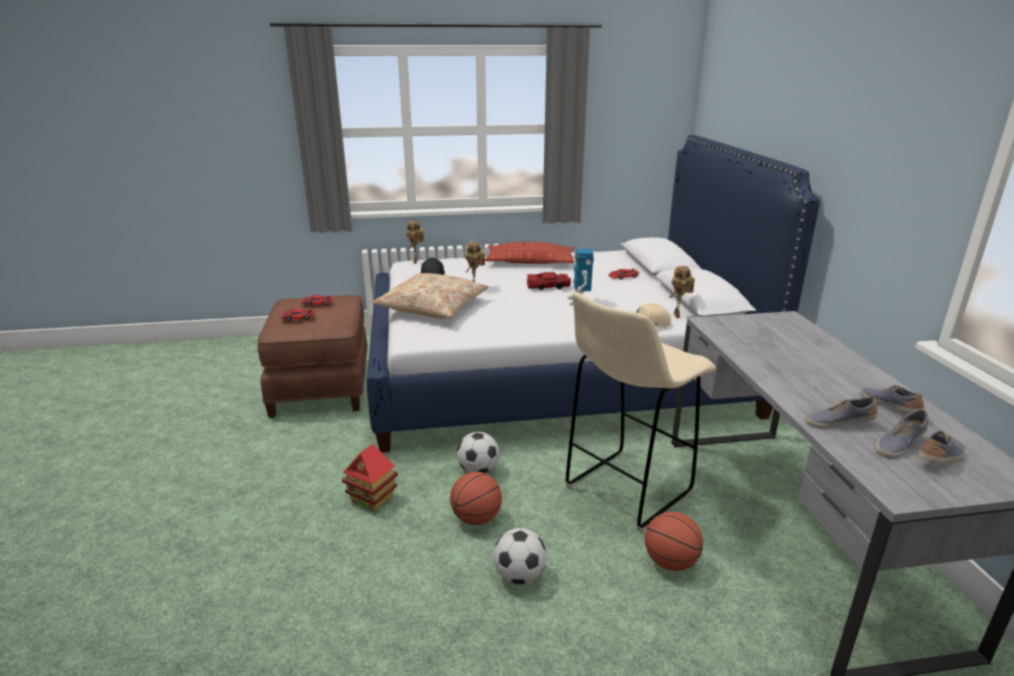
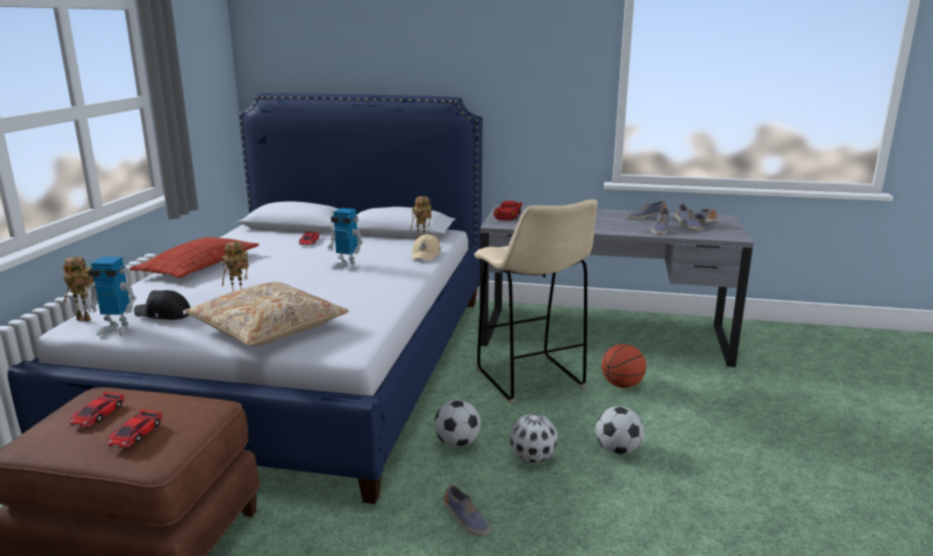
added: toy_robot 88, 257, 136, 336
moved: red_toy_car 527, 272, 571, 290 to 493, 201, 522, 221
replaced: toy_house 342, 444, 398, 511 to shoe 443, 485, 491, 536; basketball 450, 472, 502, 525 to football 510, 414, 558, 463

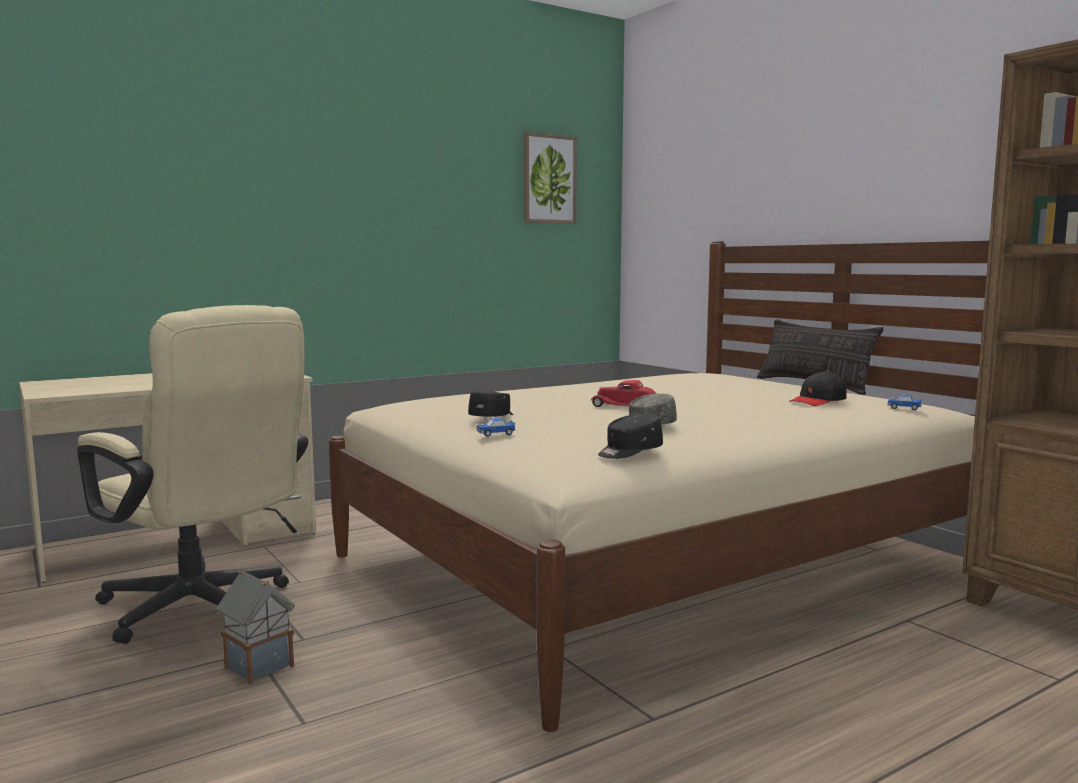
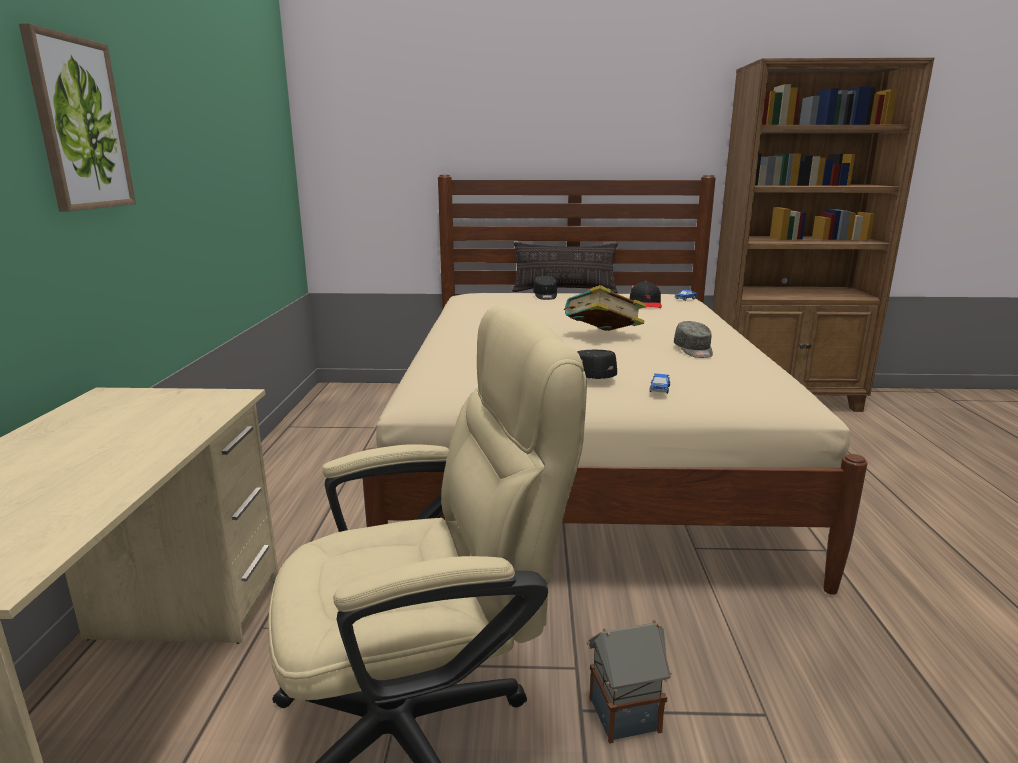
moved: picture 524, 132, 577, 224 to 19, 23, 136, 211; black_cap 598, 414, 663, 459 to 533, 276, 557, 300
replaced: red_toy_car 591, 380, 657, 407 to book 564, 285, 646, 331

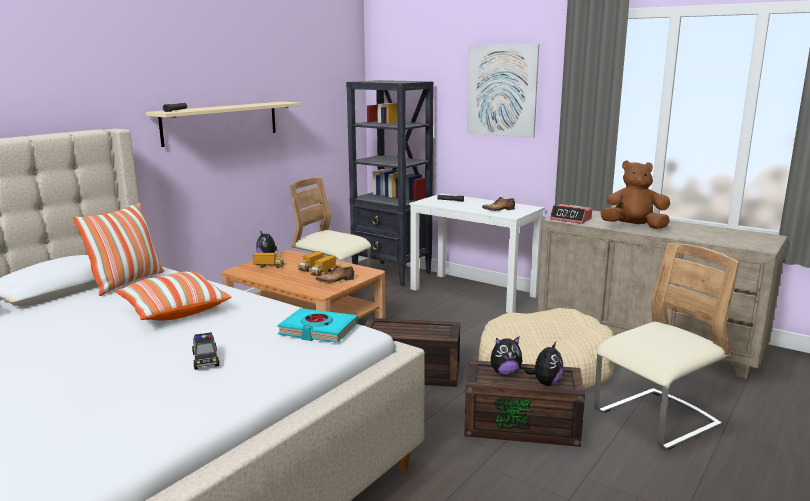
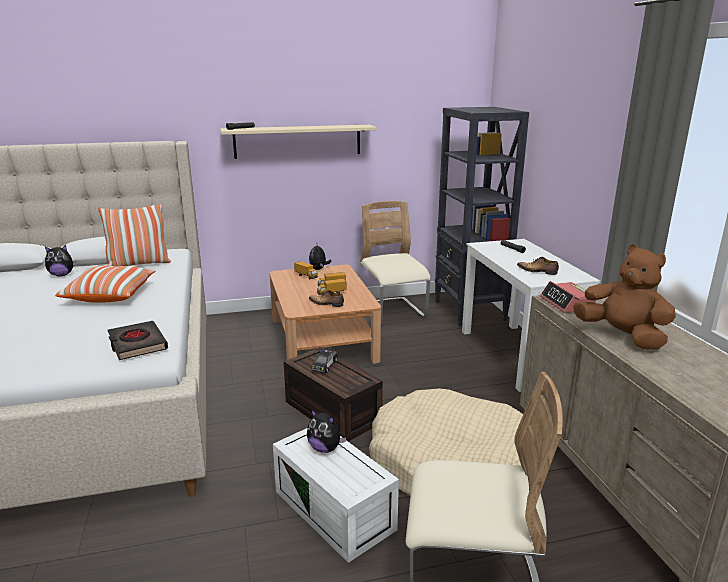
removed: picture 467, 44, 539, 138
moved: toy_car 192, 333, 219, 370 to 311, 348, 338, 374; plush_toy 524, 342, 564, 386 to 45, 245, 77, 276
recoloured: turquoise_book 277, 308, 358, 343 to black_book 107, 321, 168, 360; brown_storage_box 464, 360, 585, 447 to white_storage_box 273, 428, 399, 563

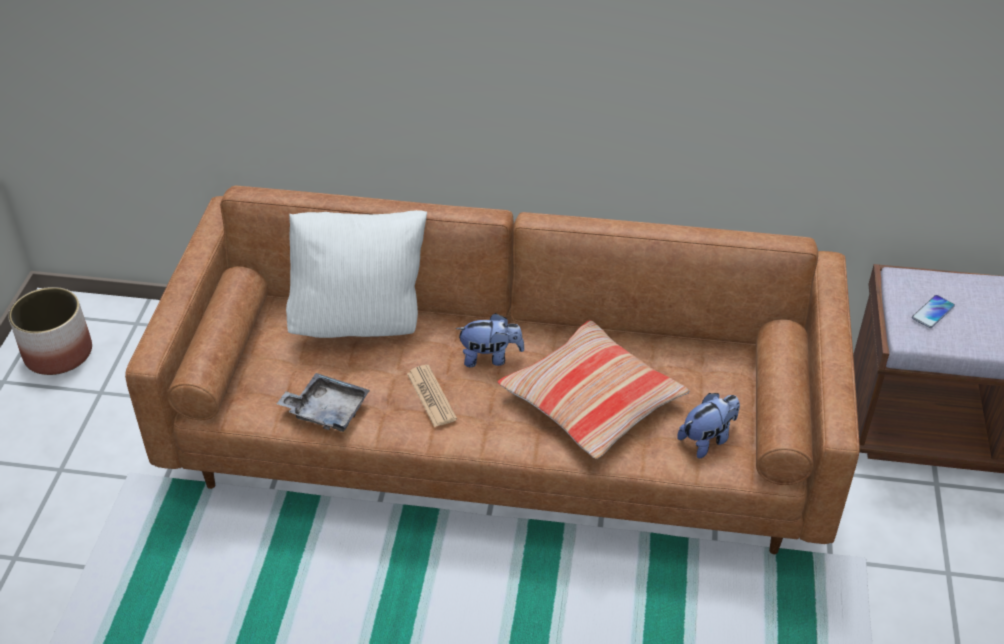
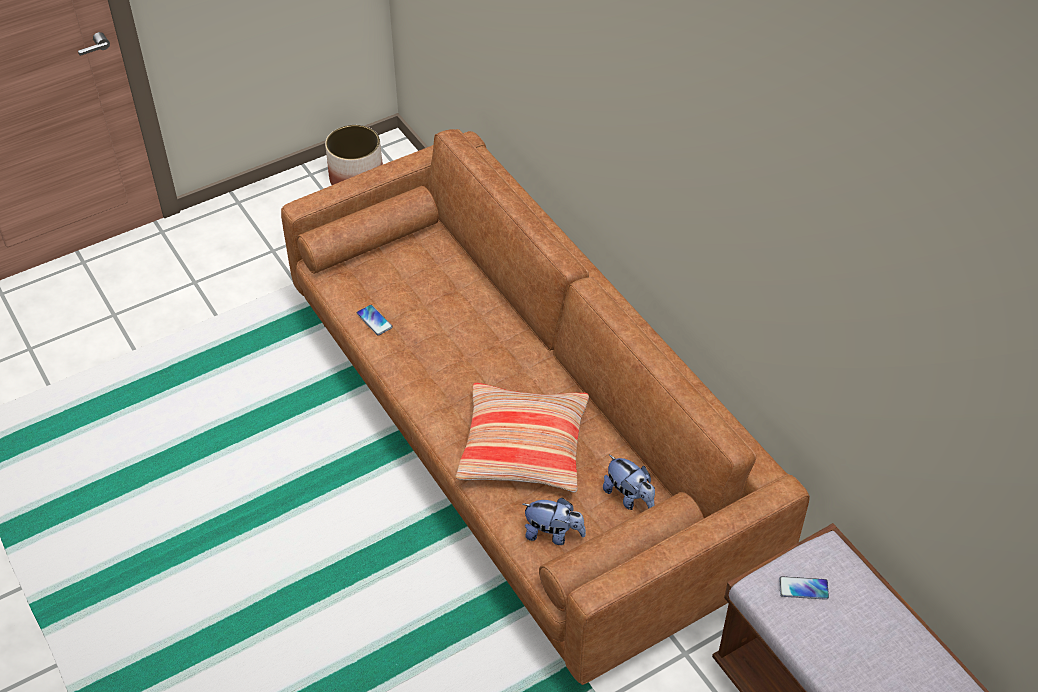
removed: white_pillow 286, 210, 427, 338; newspaper 407, 365, 457, 427
moved: plush_toy 456, 313, 525, 367 to 603, 455, 655, 510
replaced: grey_tray 277, 373, 370, 432 to phone 357, 305, 393, 335

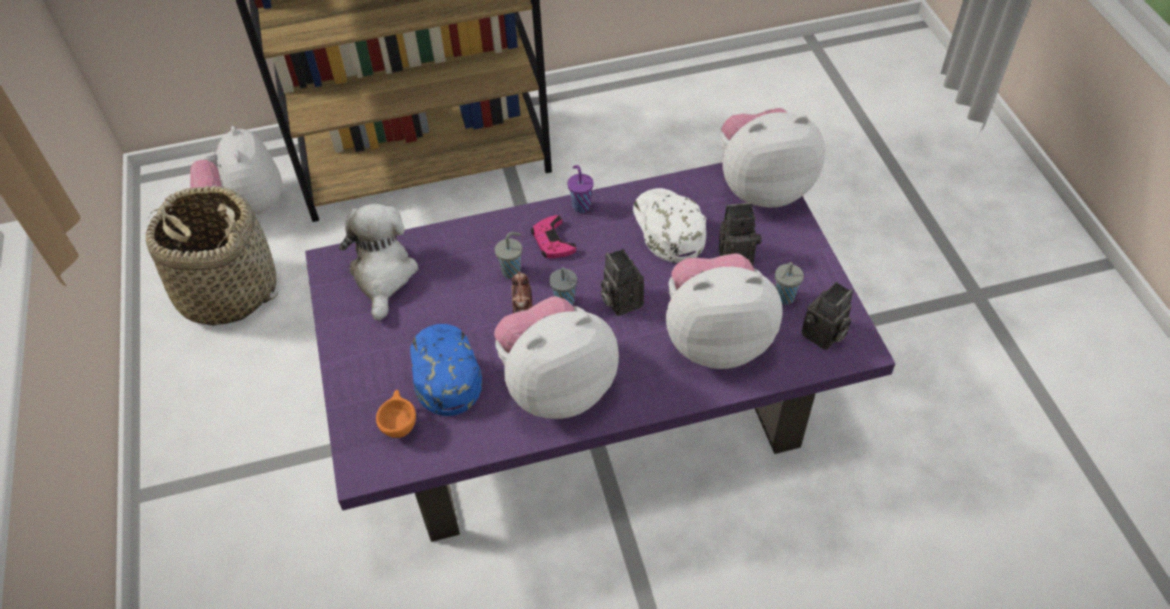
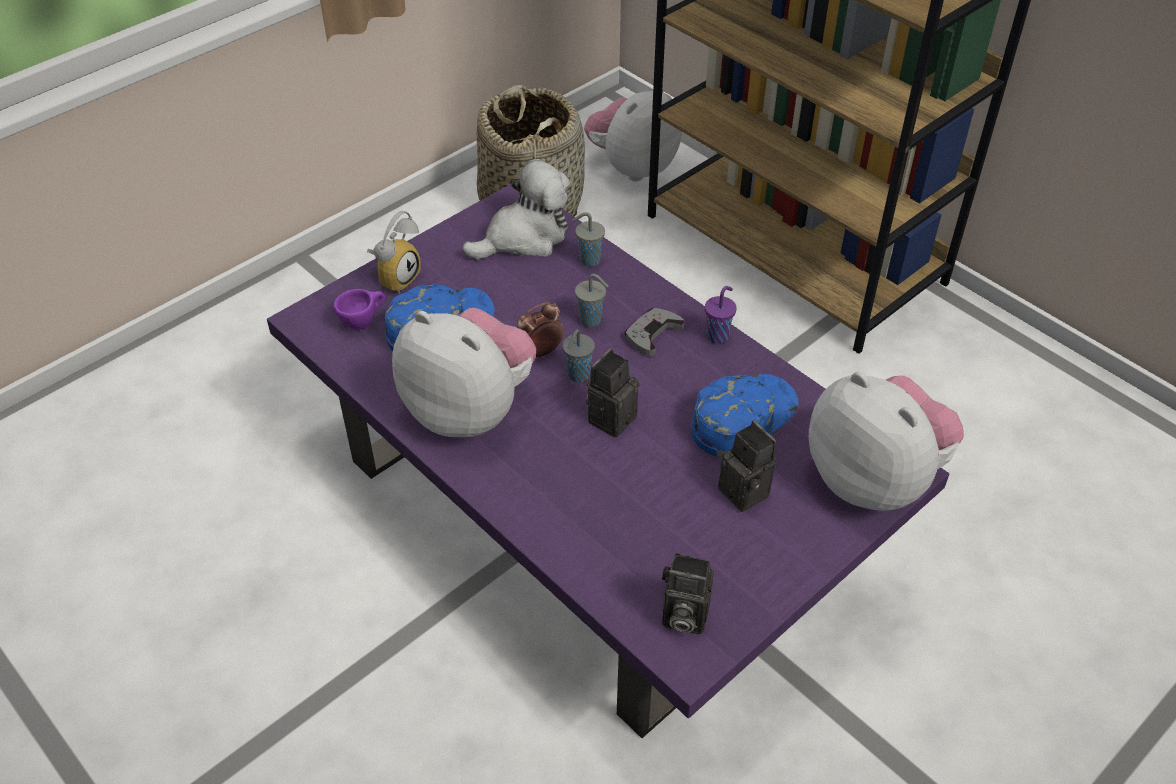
removed: plush_toy 666, 253, 783, 369
added: alarm_clock 367, 211, 421, 294
moved: grey_cup 775, 262, 804, 305 to 572, 212, 605, 266
recoloured: white_cap 633, 188, 706, 263 to blue_cap 691, 374, 798, 458; pink_game_controller 531, 215, 576, 258 to grey_game_controller 625, 308, 684, 356; orange_cup 376, 390, 416, 438 to purple_cup 334, 289, 385, 330

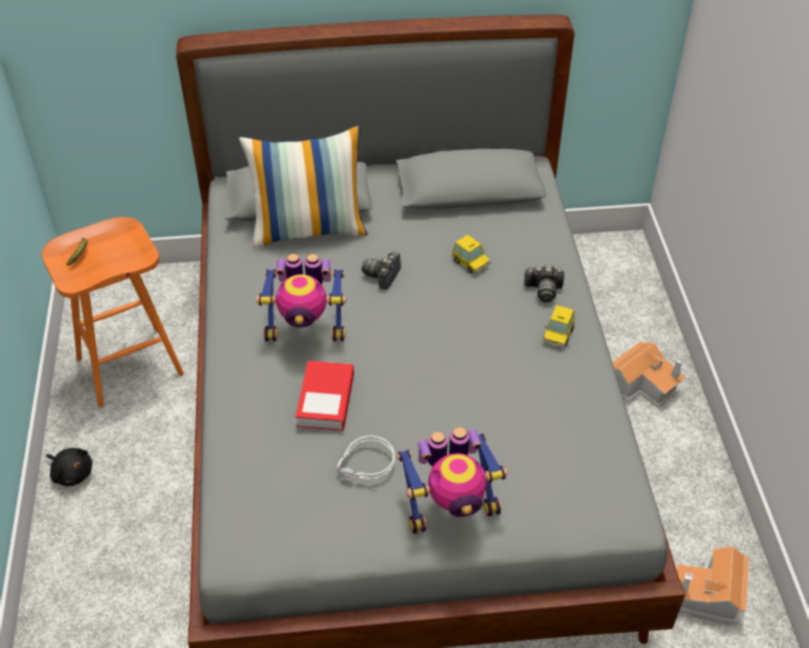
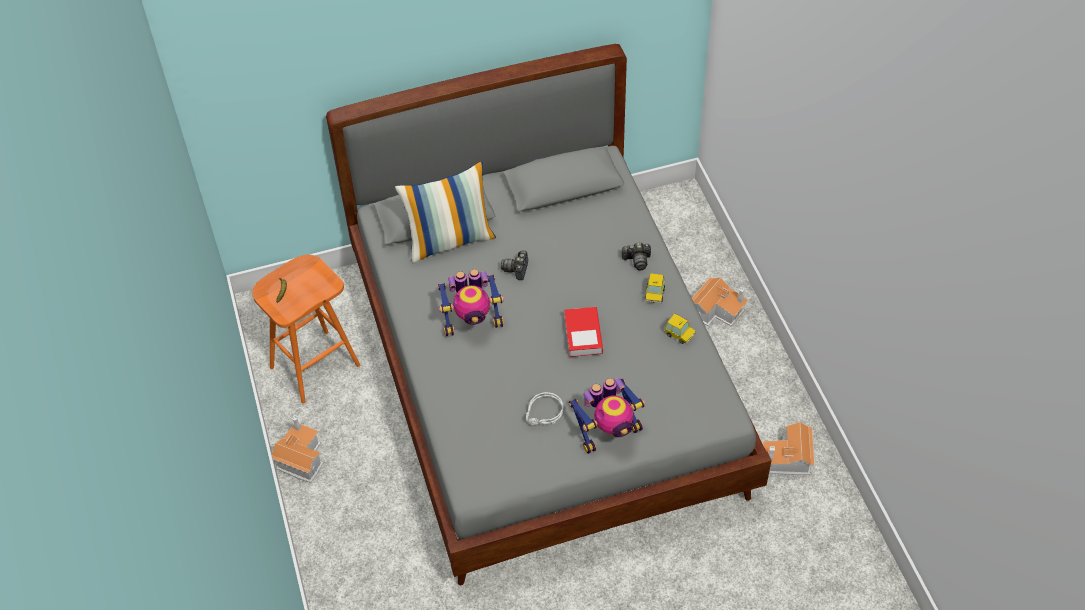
moved: toy_car 451, 235, 490, 273 to 664, 314, 696, 344; book 296, 361, 354, 431 to 564, 307, 603, 357
replaced: black_plush_toy 46, 448, 92, 486 to toy_house 272, 416, 323, 483

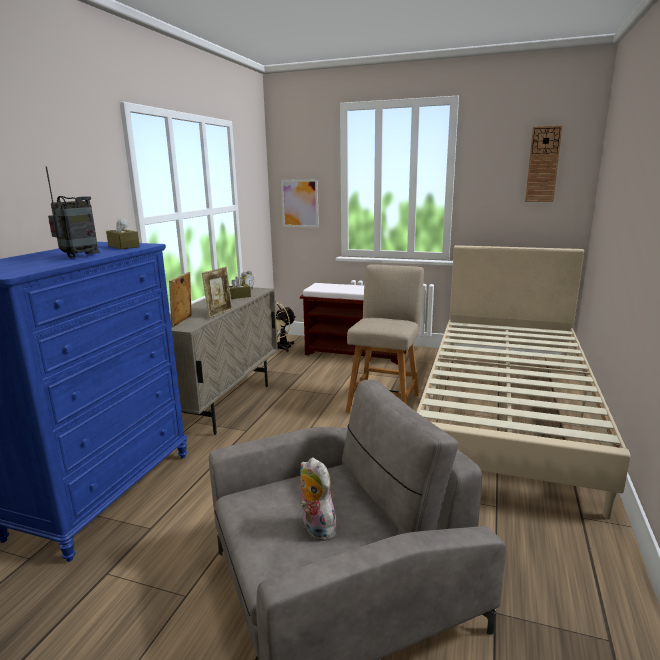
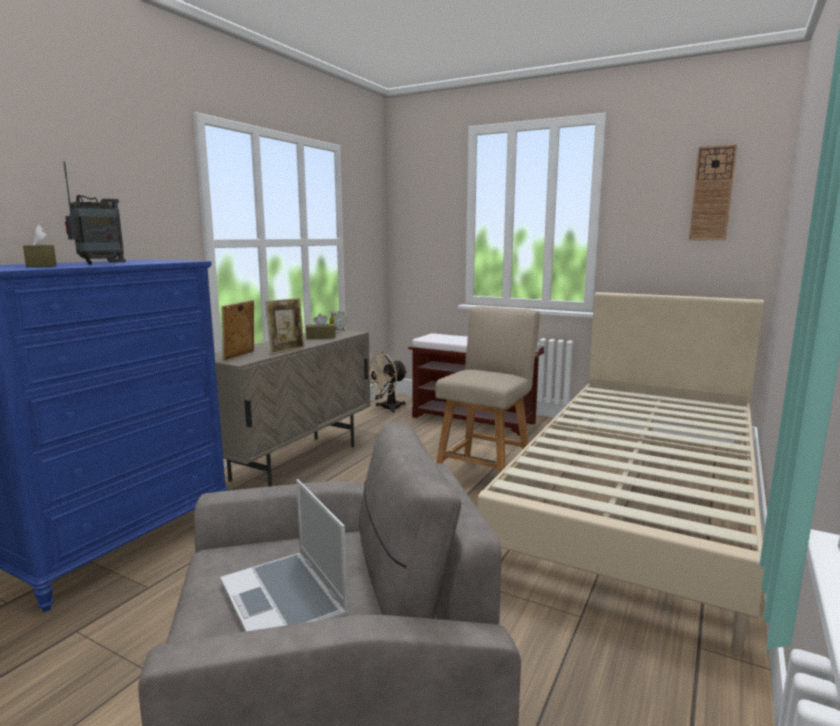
removed: picture 281, 179, 319, 227
moved: brown_tissue_box 106, 216, 140, 249 to 23, 225, 57, 267
replaced: plush_toy 300, 457, 340, 541 to laptop 220, 479, 349, 632

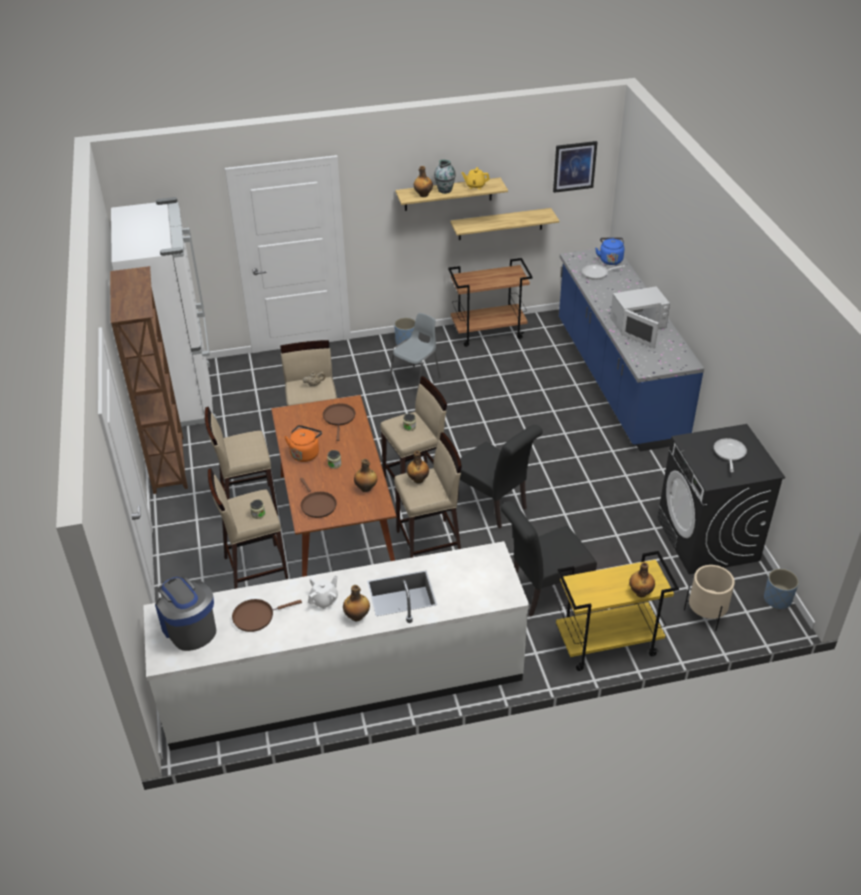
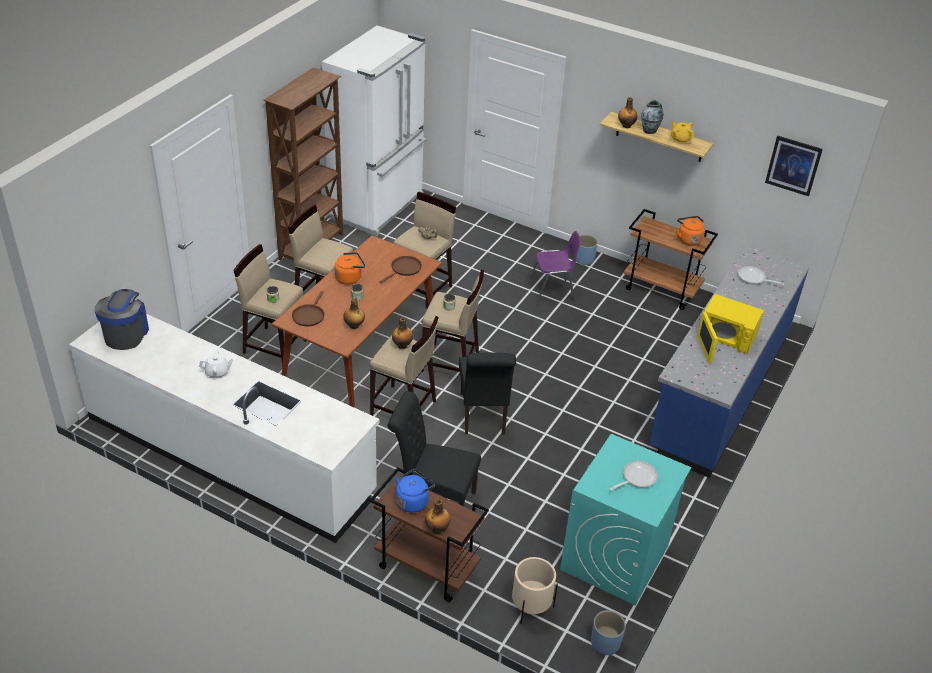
removed: shelf 450, 208, 559, 240; bottle 343, 585, 370, 621; brown_frying_pan 232, 599, 302, 632
added: orange_kettle 676, 216, 705, 246
moved: blue_kettle 595, 237, 624, 265 to 395, 469, 435, 513
recoloured: white_microwave 610, 286, 670, 349 to yellow_microwave 697, 294, 764, 363; grey_chair 389, 313, 441, 391 to purple_chair 528, 231, 581, 305; black_washing_machine 657, 424, 785, 574 to turquoise_washing_machine 560, 434, 691, 605; yellow_cart 556, 551, 679, 671 to brown_cart 369, 467, 489, 602

